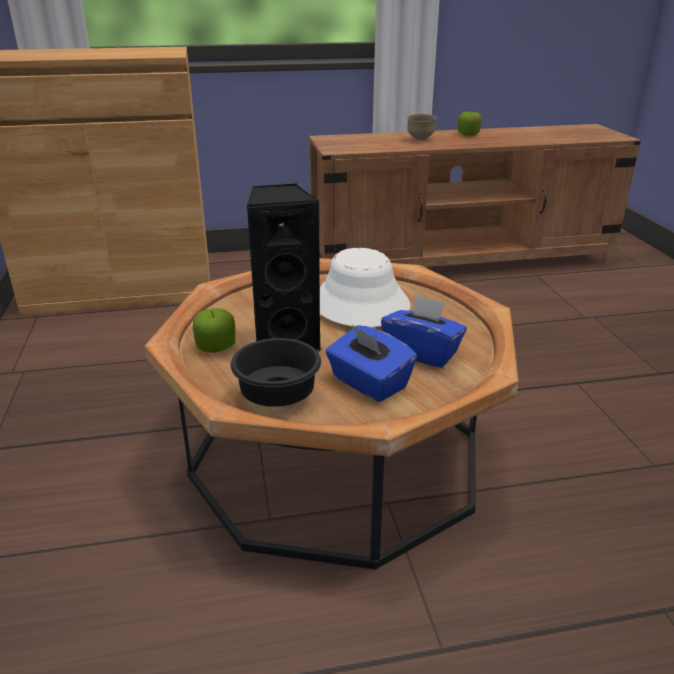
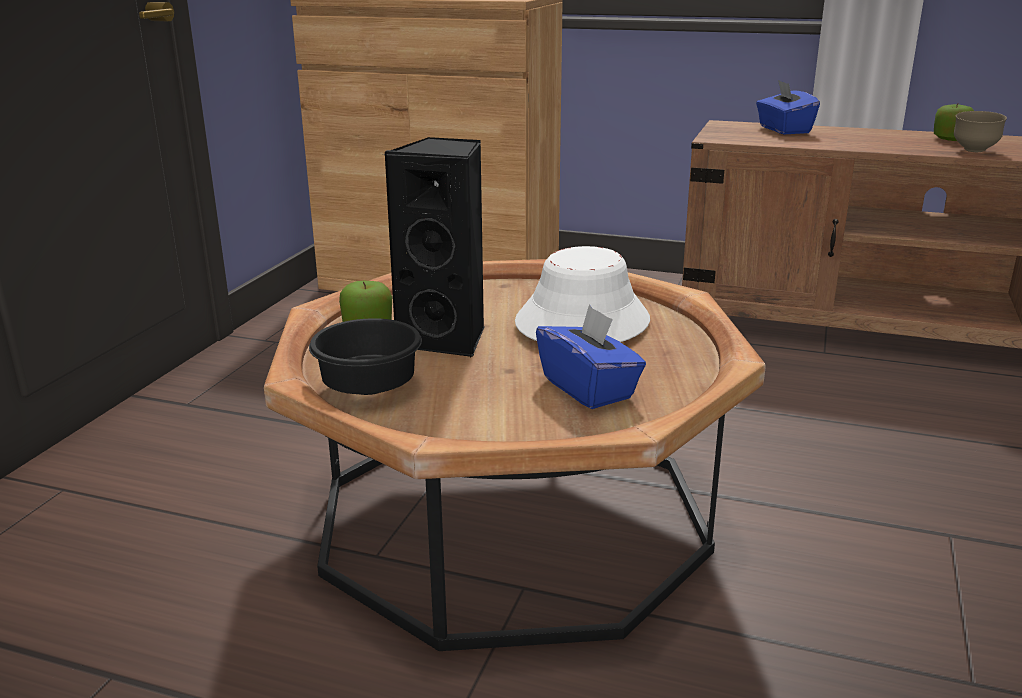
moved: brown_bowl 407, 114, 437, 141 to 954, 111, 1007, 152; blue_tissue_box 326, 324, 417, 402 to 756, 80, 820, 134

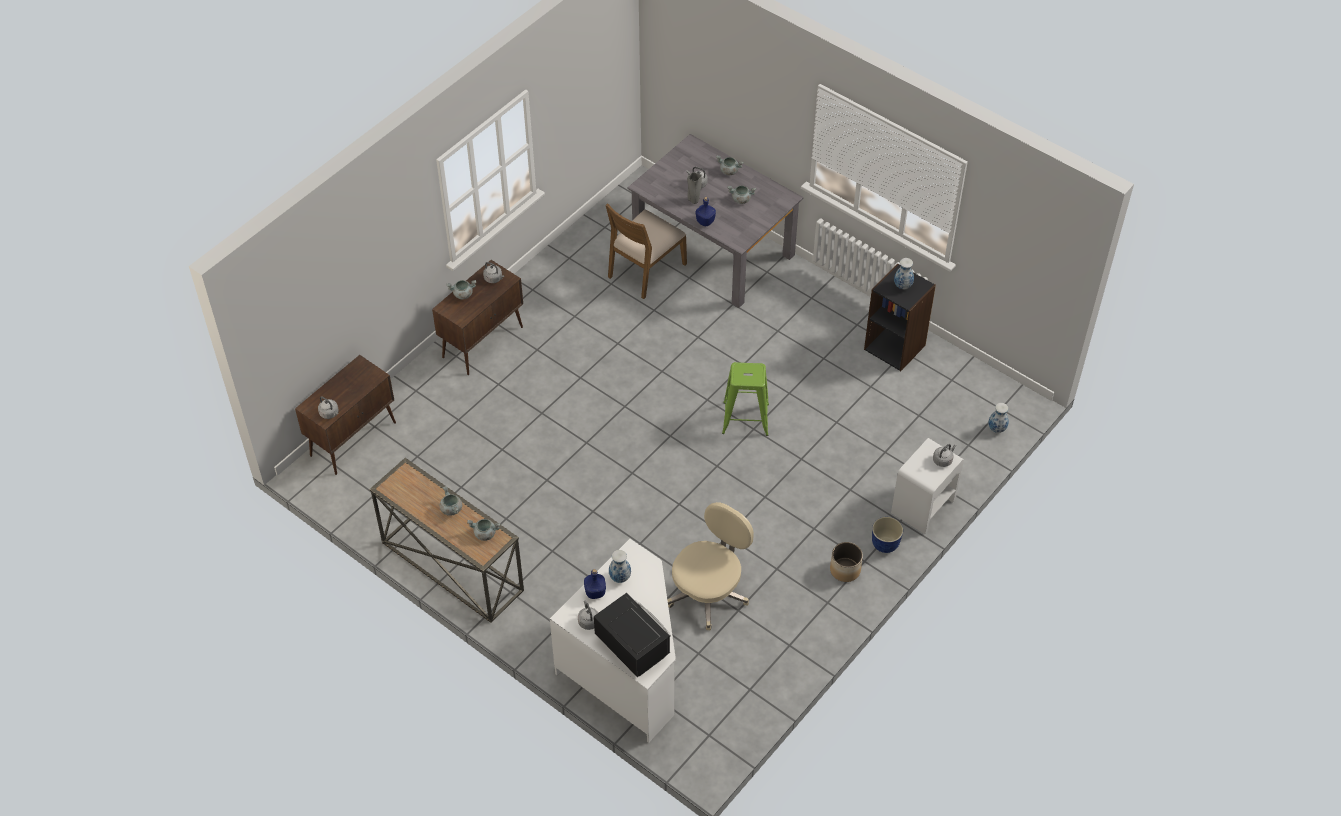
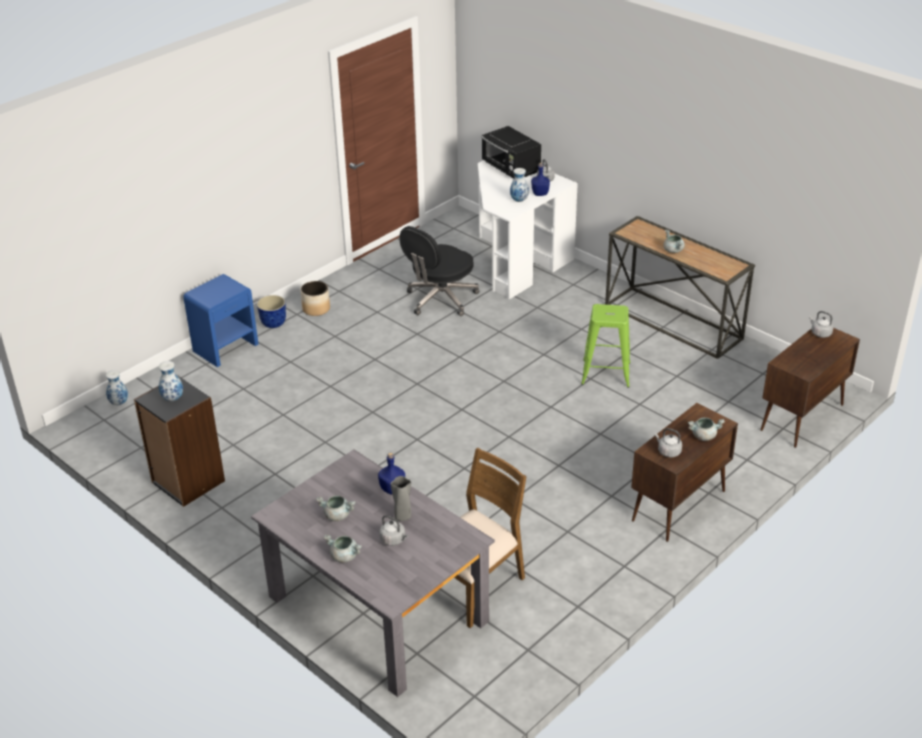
removed: grey_kettle 933, 444, 956, 467; grey_cooking_pot 467, 519, 500, 541
moved: green_stool 722, 362, 769, 436 to 581, 304, 630, 388
recoloured: white_nightstand 891, 438, 964, 534 to blue_nightstand 183, 274, 258, 367; beige_office_chair 667, 502, 754, 630 to black_office_chair 399, 226, 479, 316

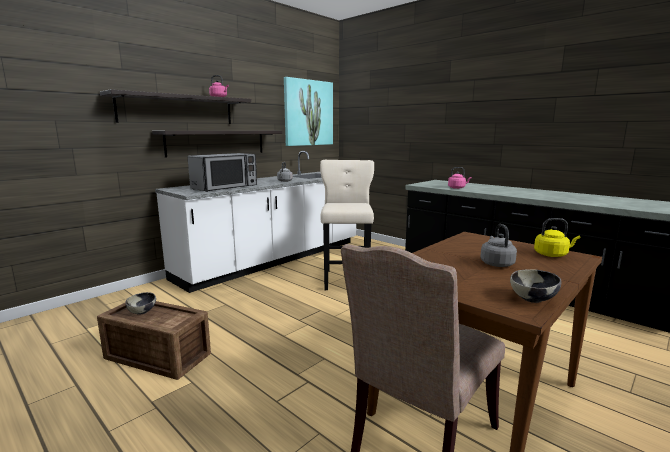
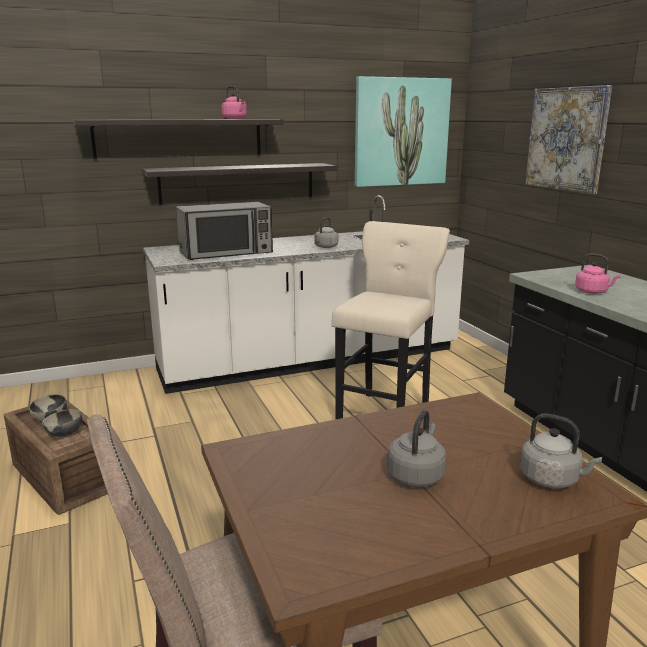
added: picture 525, 85, 612, 194
moved: bowl 510, 269, 562, 303 to 42, 409, 82, 437
recoloured: yellow_kettle 534, 218, 580, 257 to grey_kettle 520, 414, 602, 489

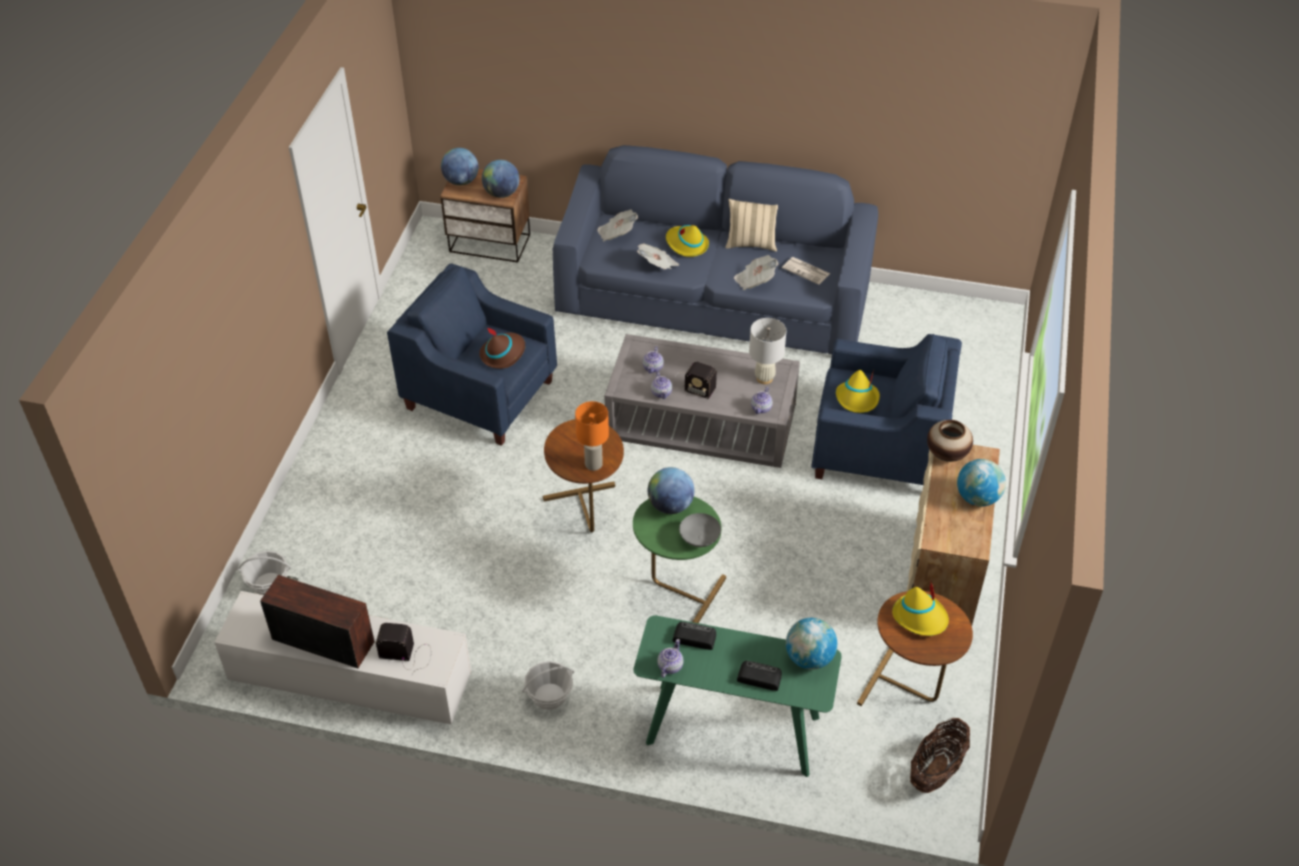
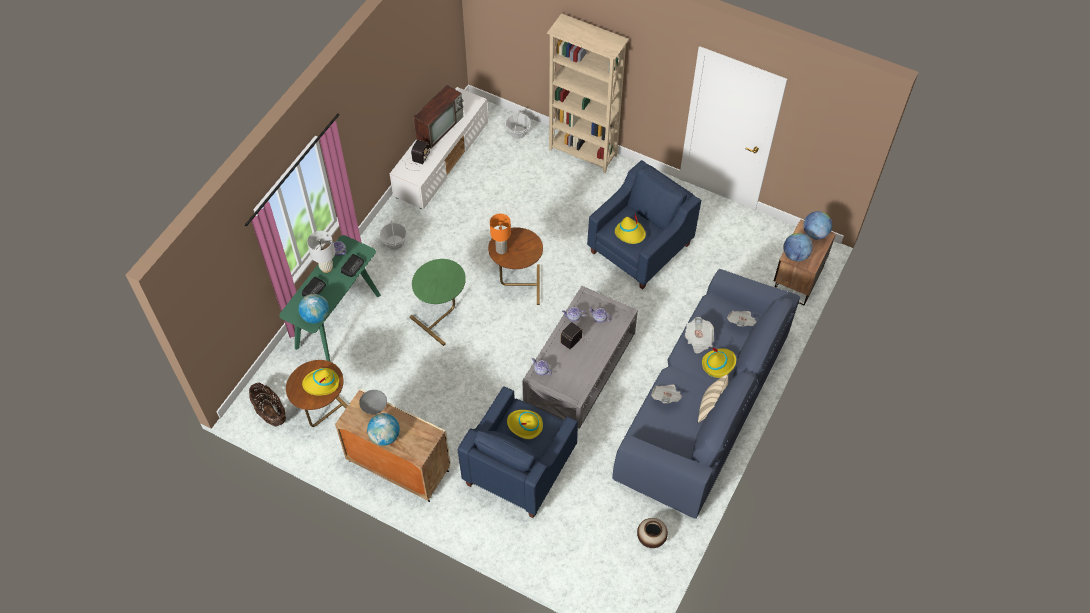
removed: newspaper 782, 257, 830, 285; globe 648, 467, 694, 514
added: beige_bookcase 547, 13, 629, 173
moved: white_table_lamp 749, 318, 787, 384 to 307, 231, 335, 273; vase 927, 420, 973, 462 to 637, 518, 668, 548; grey_bowl 679, 513, 721, 547 to 359, 390, 387, 414
recoloured: brown_hat 479, 327, 525, 369 to yellow_hat 615, 213, 646, 244

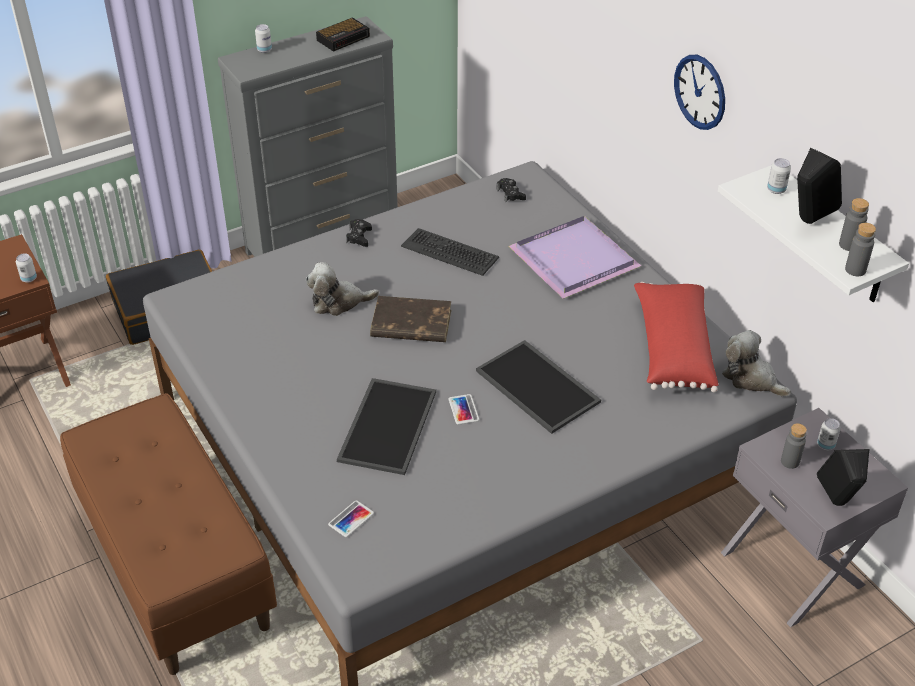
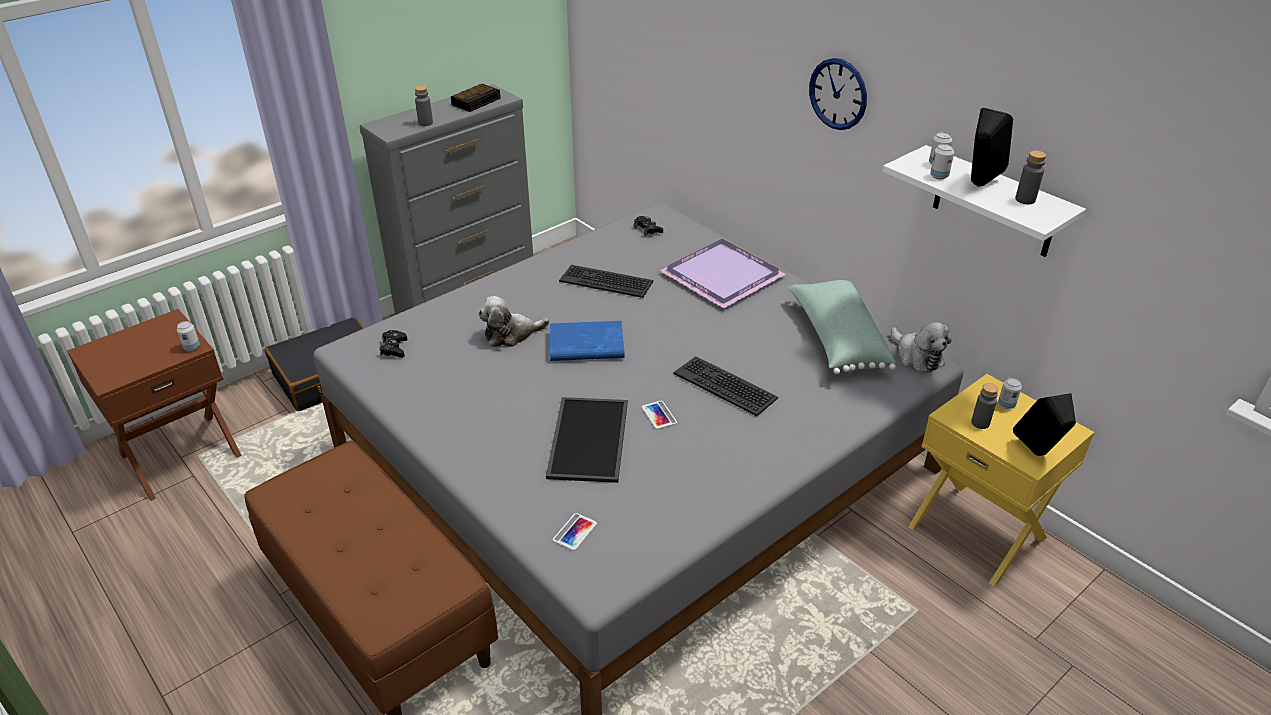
moved: can 255, 24, 272, 53 to 930, 144, 954, 180; black_game_controller 346, 219, 372, 247 to 379, 330, 407, 358; grey_bottle 845, 223, 876, 276 to 415, 86, 433, 126
replaced: tray 476, 340, 601, 434 to keyboard 673, 356, 778, 416
recoloured: red_pillow 634, 282, 719, 393 to green_pillow 788, 280, 896, 374; brown_book 370, 296, 451, 342 to blue_book 550, 321, 625, 361; grey_nightstand 721, 408, 908, 627 to yellow_nightstand 908, 374, 1094, 586
turned: plush_toy 722, 330, 791, 396 = 891, 322, 952, 372 150 degrees counterclockwise

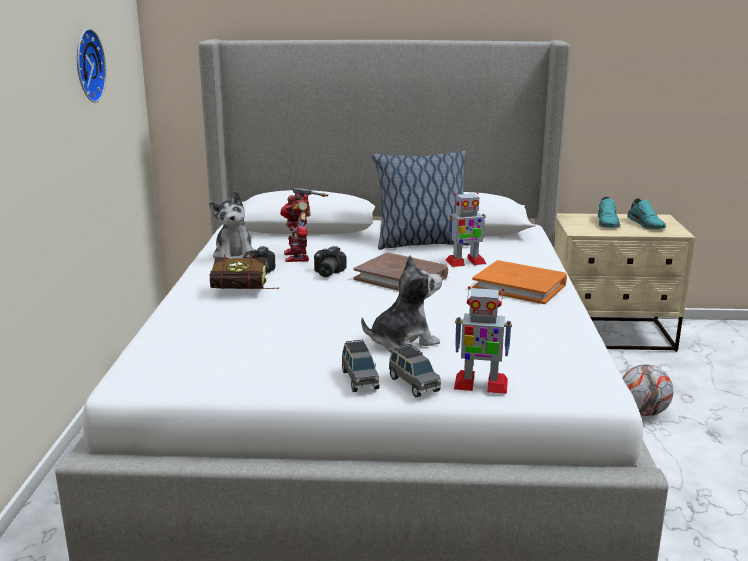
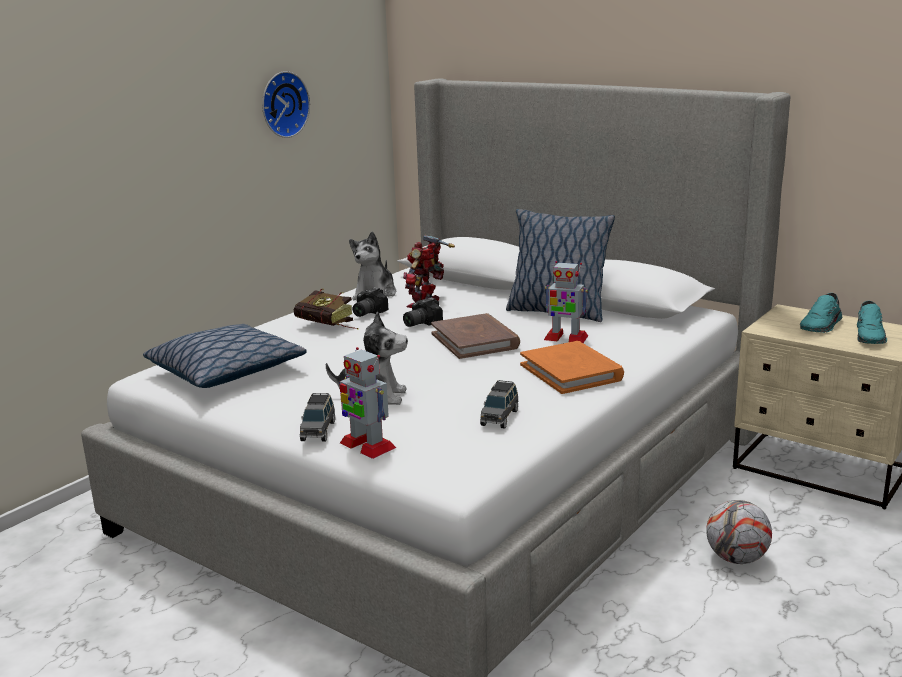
added: pillow 143, 324, 307, 388
moved: grey_toy_car 342, 340, 380, 392 to 480, 380, 518, 429

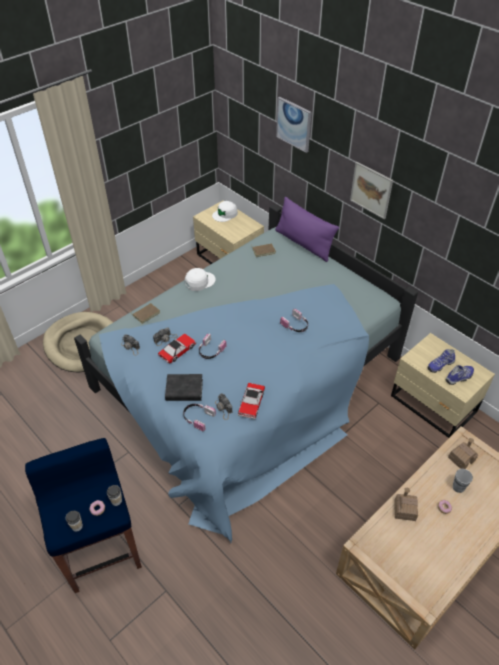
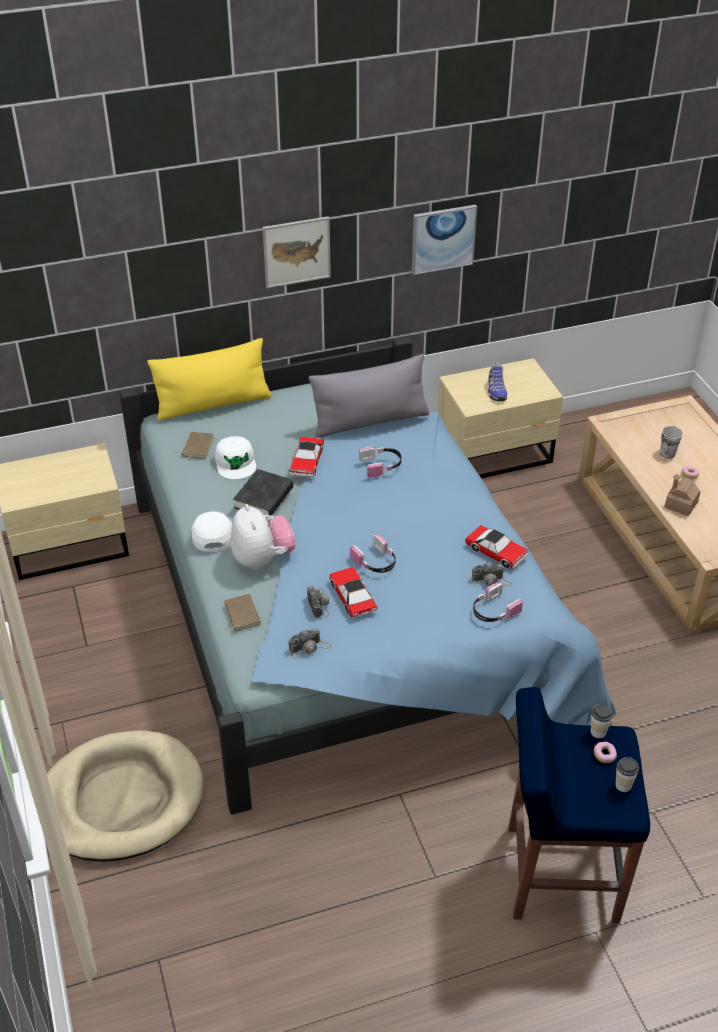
removed: shoe 445, 365, 474, 385; toy_house 448, 438, 478, 469
added: grey_pillow 309, 354, 430, 438; toy_car 289, 437, 324, 478; plush_toy 231, 504, 295, 570
moved: picture 276, 97, 312, 153 to 412, 205, 477, 275; white_cap 212, 201, 238, 222 to 214, 436, 256, 480; black_book 165, 374, 203, 401 to 233, 469, 293, 516
recoloured: purple_pillow 275, 197, 339, 262 to yellow_pillow 147, 338, 272, 421

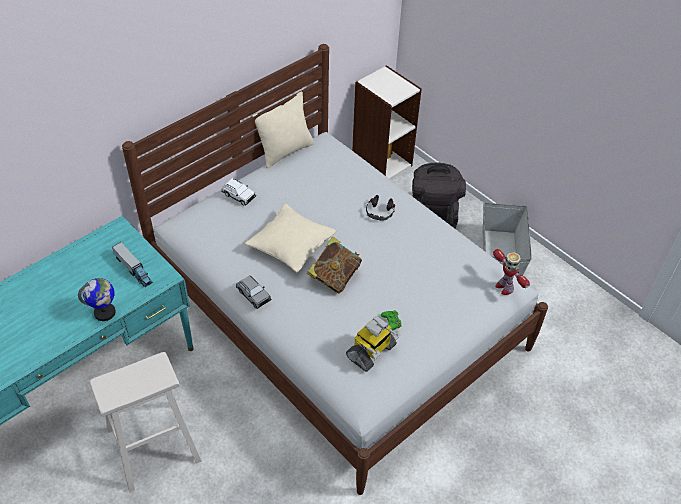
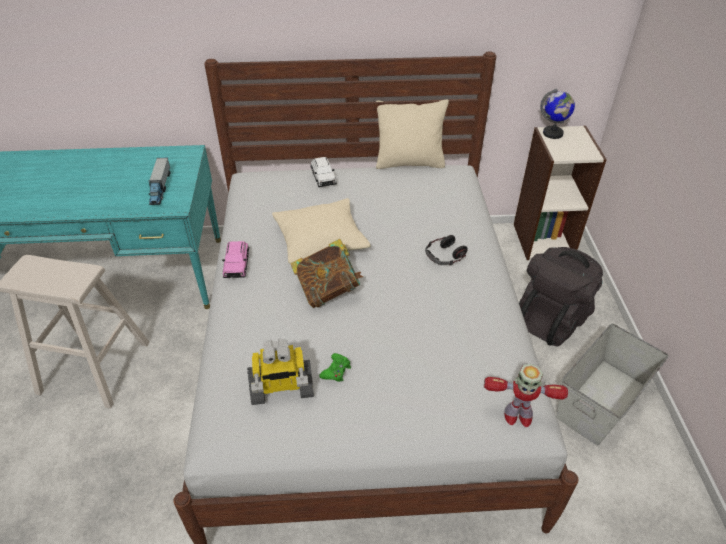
moved: globe 78, 278, 116, 321 to 540, 88, 575, 139
recoloured: grey_toy_car 236, 275, 272, 309 to pink_toy_car 222, 241, 249, 278
turned: toy_robot 493, 249, 530, 295 = 484, 364, 568, 427 90 degrees counterclockwise

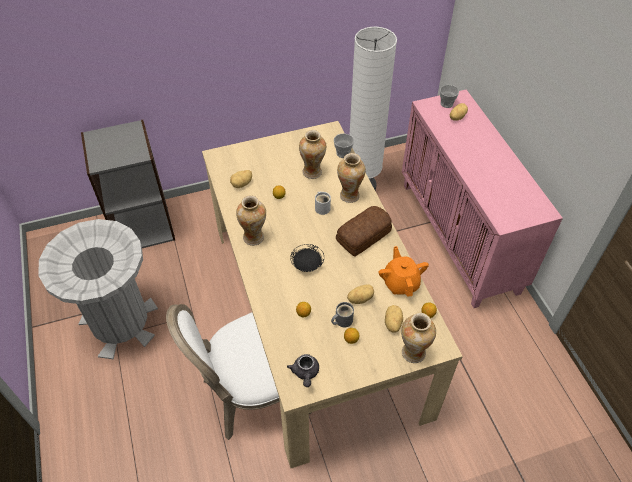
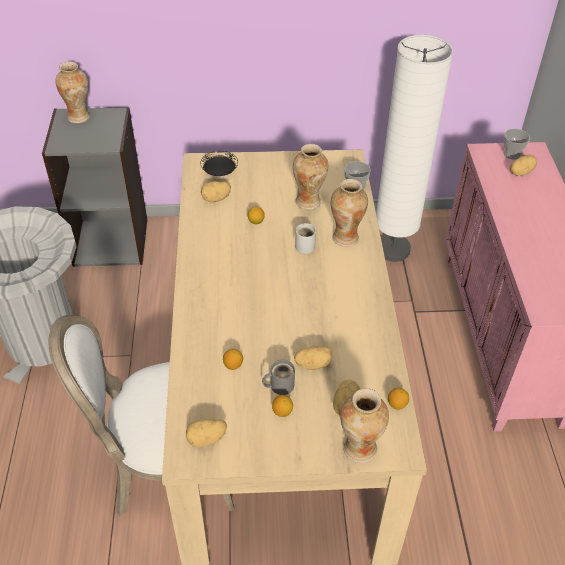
removed: bread 336, 206, 392, 257; orange_teapot 379, 246, 429, 297
moved: vase 236, 195, 266, 246 to 55, 62, 90, 123; black_plate 290, 244, 324, 272 to 200, 151, 238, 176
replaced: grey_teapot 287, 354, 319, 387 to potato 186, 419, 227, 447

